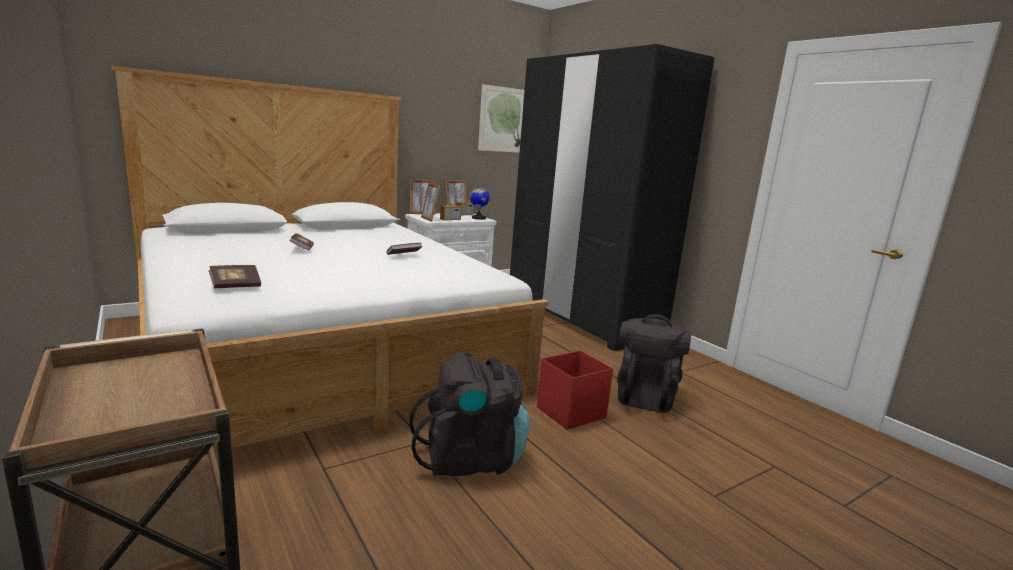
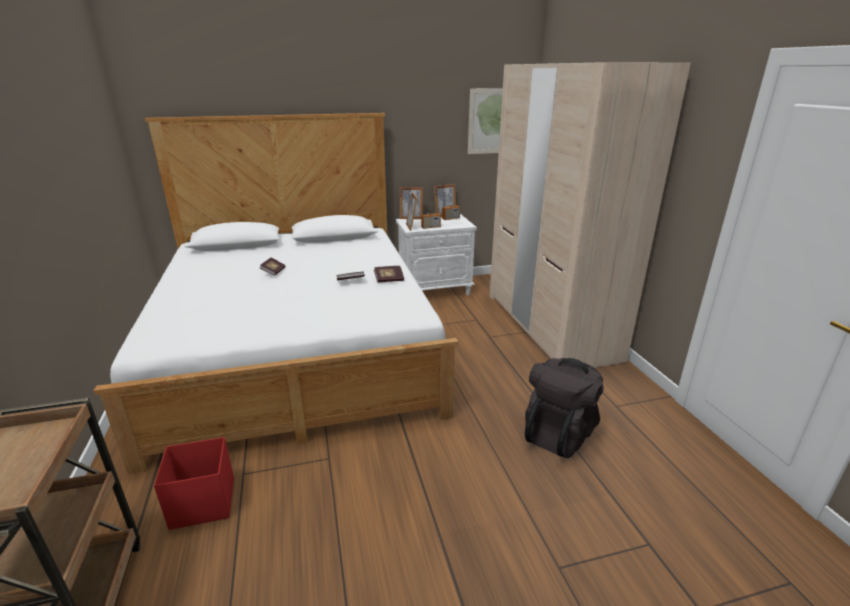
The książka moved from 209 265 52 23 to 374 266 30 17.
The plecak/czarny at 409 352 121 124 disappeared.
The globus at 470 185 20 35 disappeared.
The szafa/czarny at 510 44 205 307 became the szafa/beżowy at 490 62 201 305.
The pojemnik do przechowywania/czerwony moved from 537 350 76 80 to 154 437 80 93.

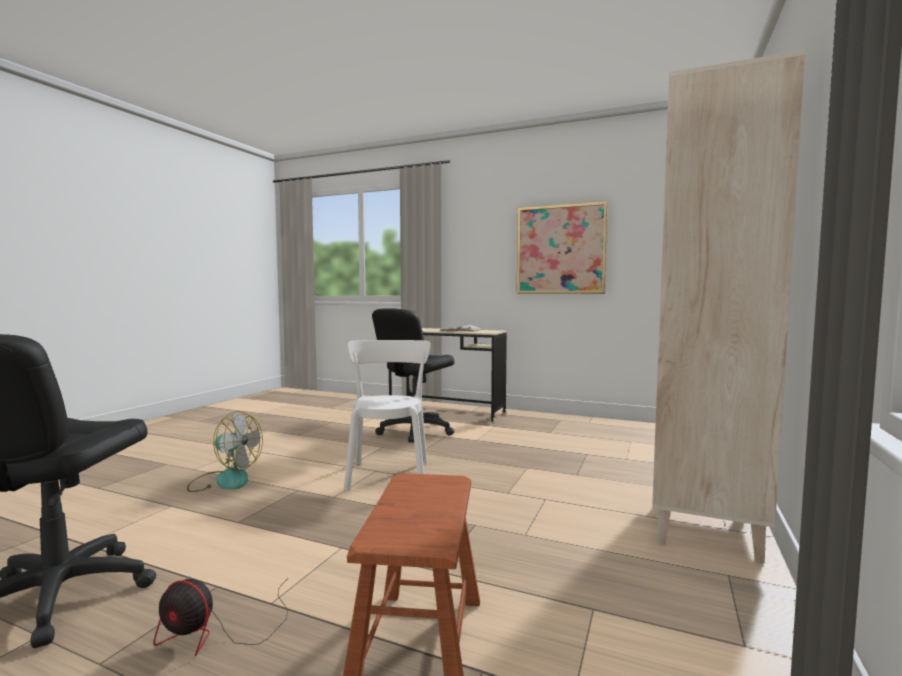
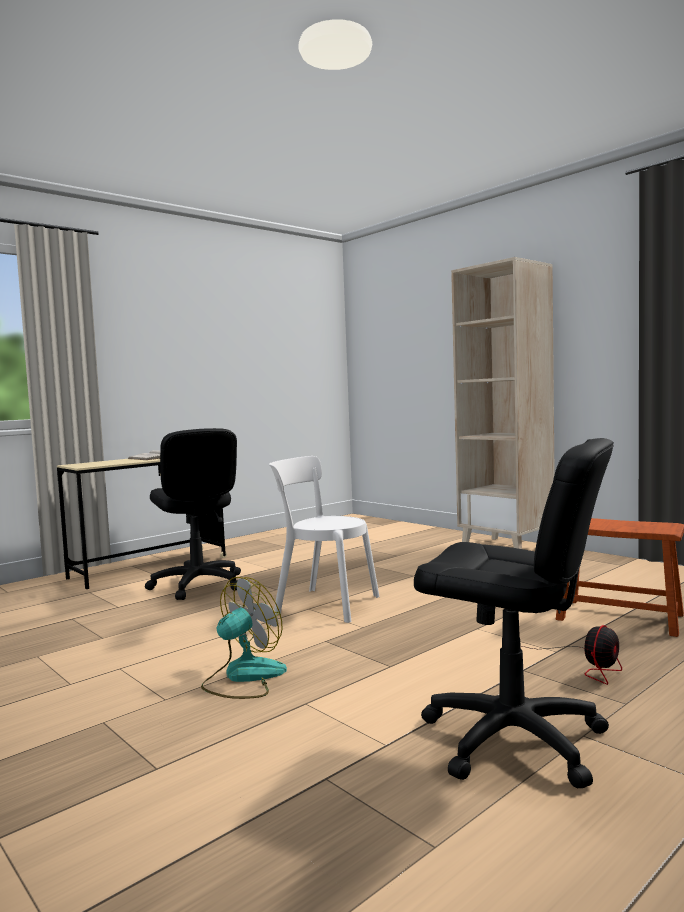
The obraz at 517 201 91 93 disappeared.

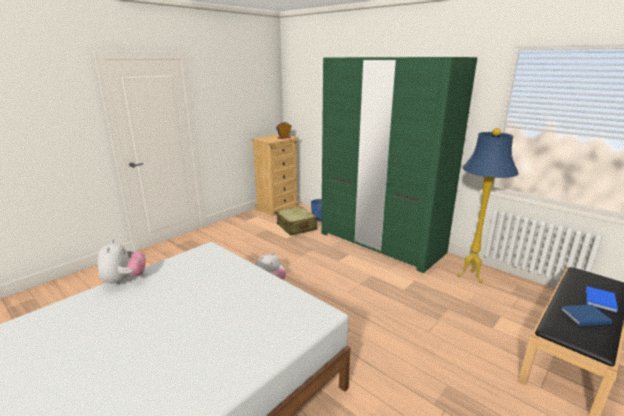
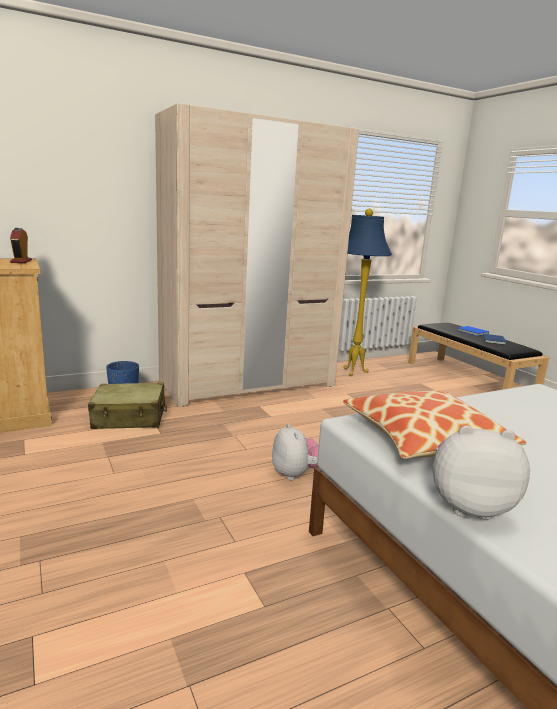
The szafa/zielony at 321 57 156 216 became the szafa/beżowy at 155 103 204 303.
The poduszka at 343 390 183 69 appeared.

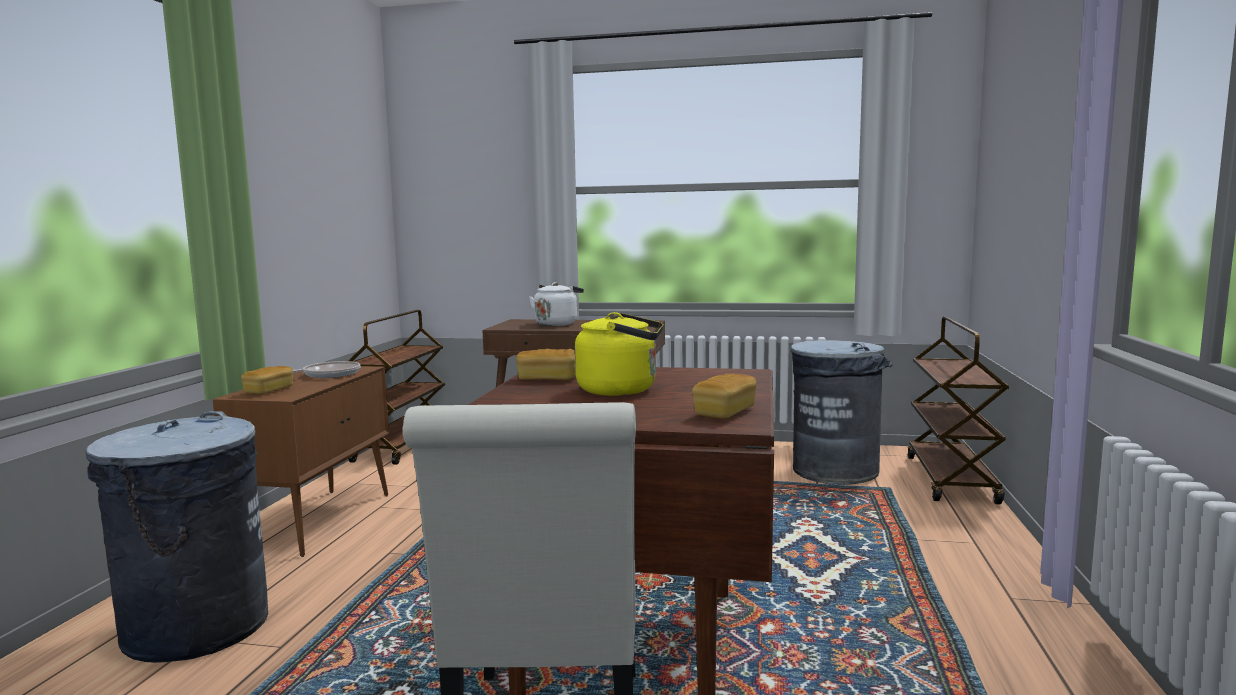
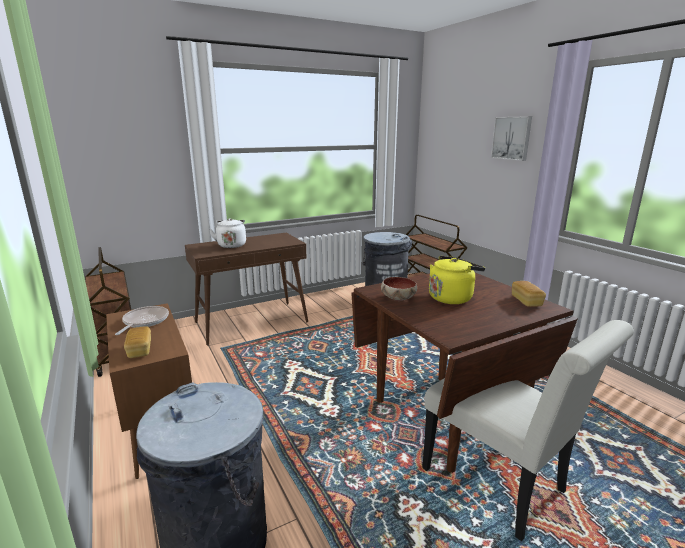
The chleb at 516 349 60 31 was replaced by the miska at 381 277 36 24.
The obraz at 491 116 41 45 appeared.

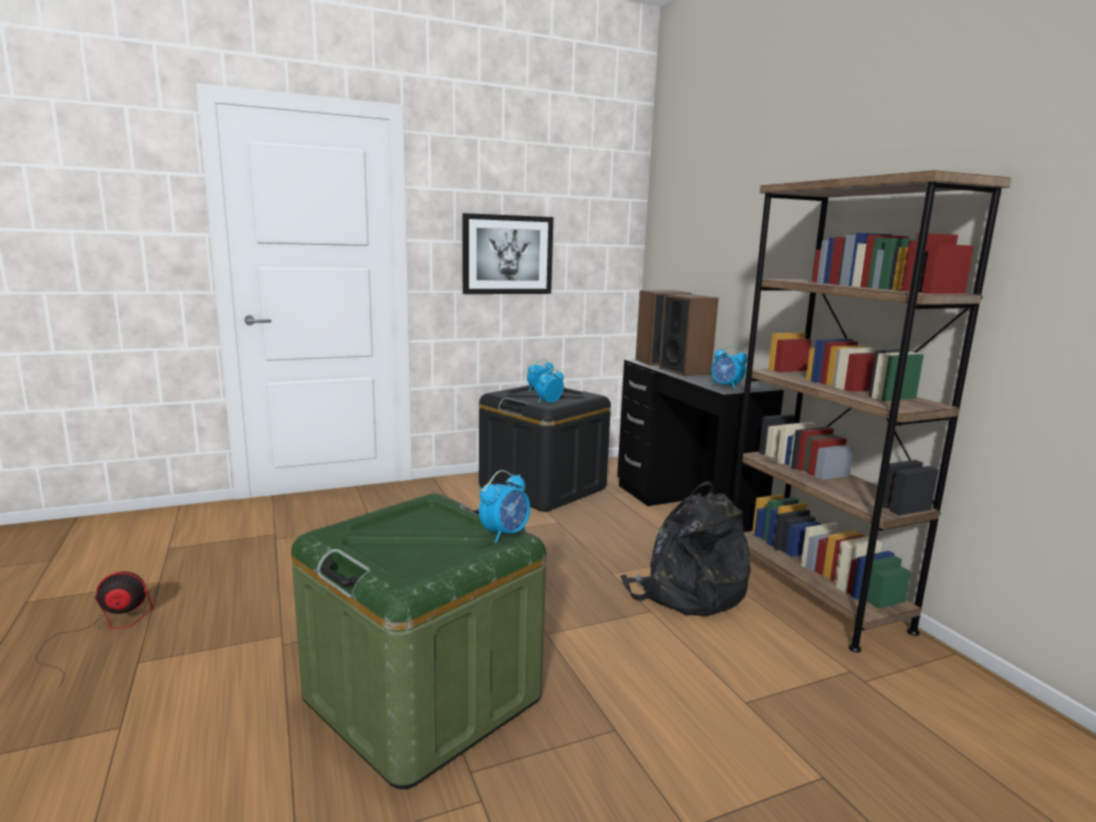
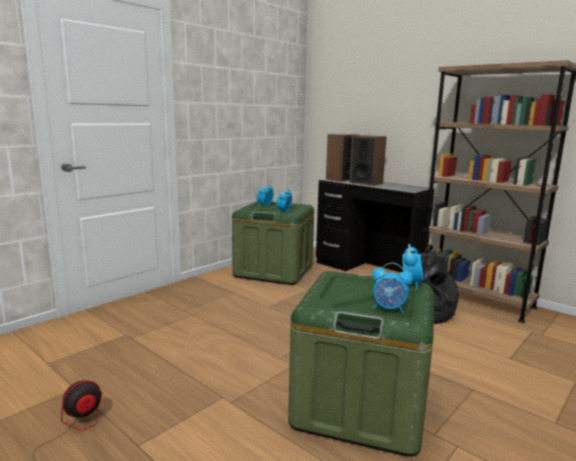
The obraz at 462 213 92 81 disappeared.
The pojemnik do przechowywania/czarny at 479 385 132 127 became the pojemnik do przechowywania/zielony at 232 201 82 84.
The budzik moved from 711 345 37 44 to 372 263 41 51.

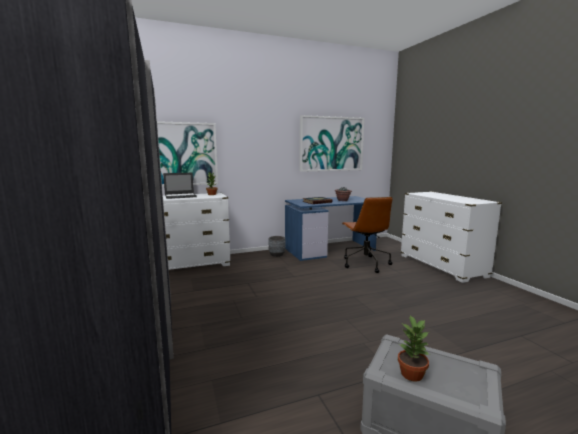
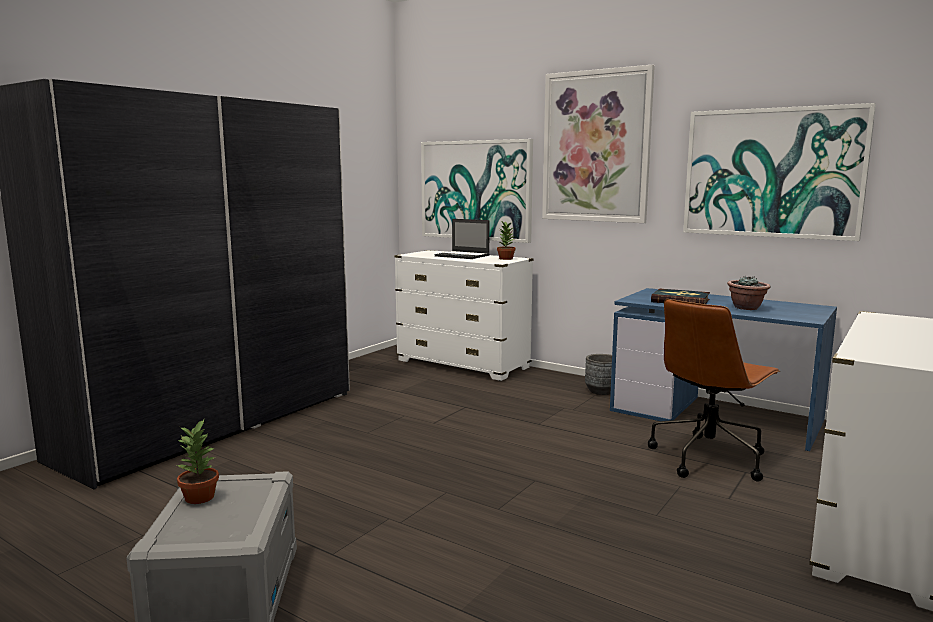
The obraz at 542 65 113 158 appeared.

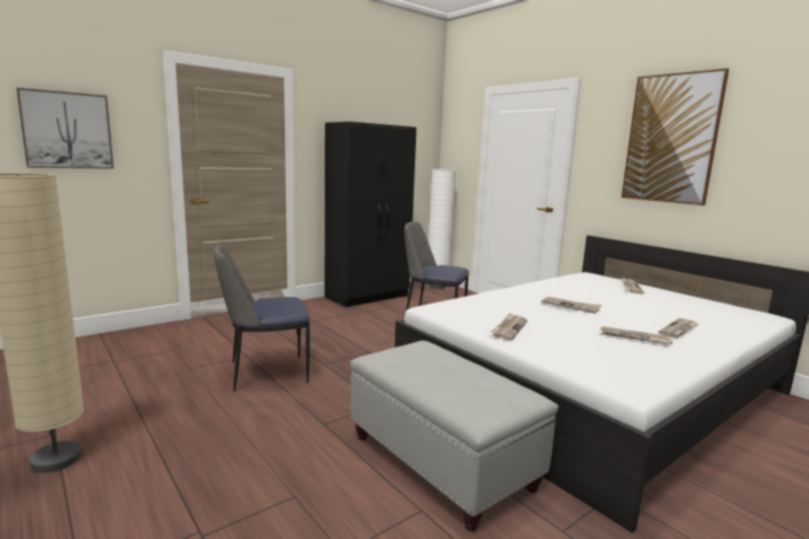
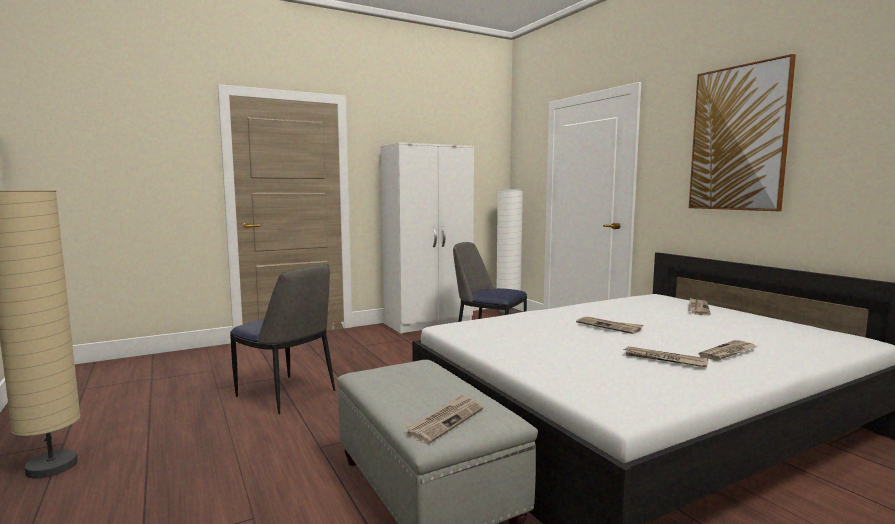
The obraz at 16 87 98 82 disappeared.
The krzesło at 213 244 97 148 turned 135 degrees counterclockwise.
The szafa/czarny at 325 121 92 186 became the szafa/biały at 380 142 94 192.
The gazeta moved from 490 313 38 27 to 404 394 79 50.

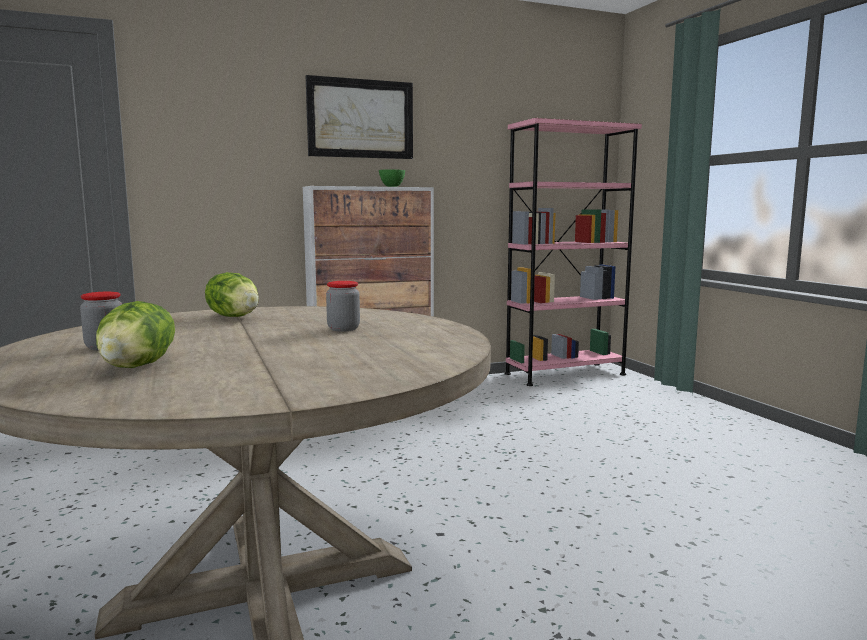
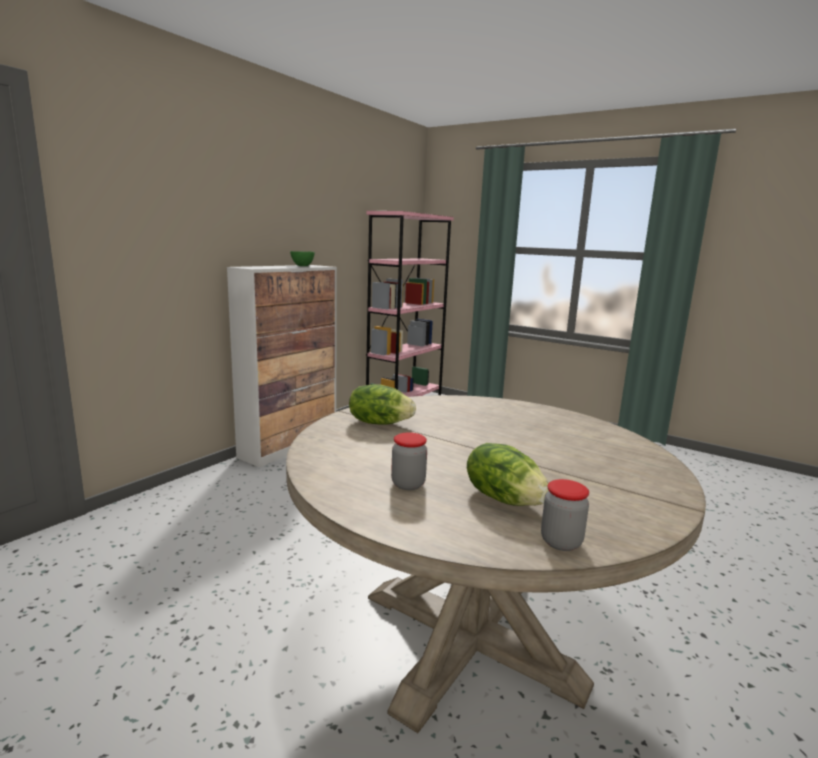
The obraz at 306 75 107 84 disappeared.
The słoik moved from 326 281 34 51 to 541 479 48 72.

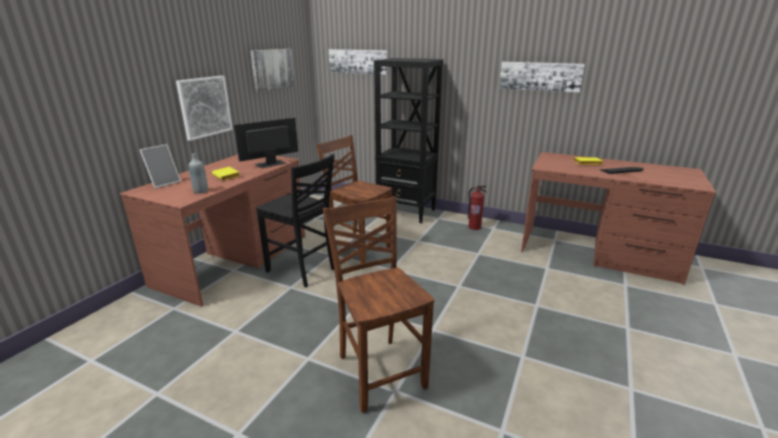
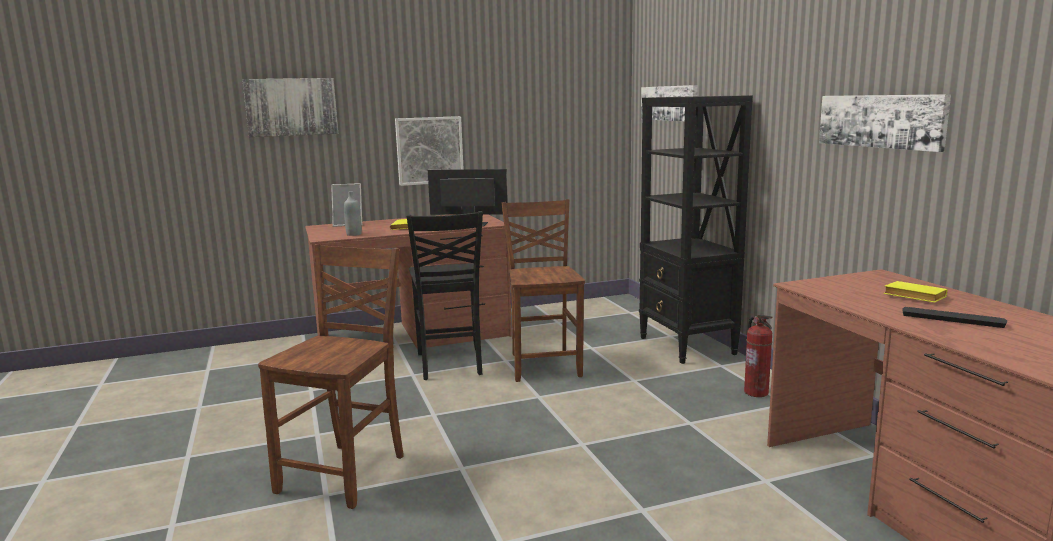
The obraz moved from 250 49 45 43 to 242 78 96 59.

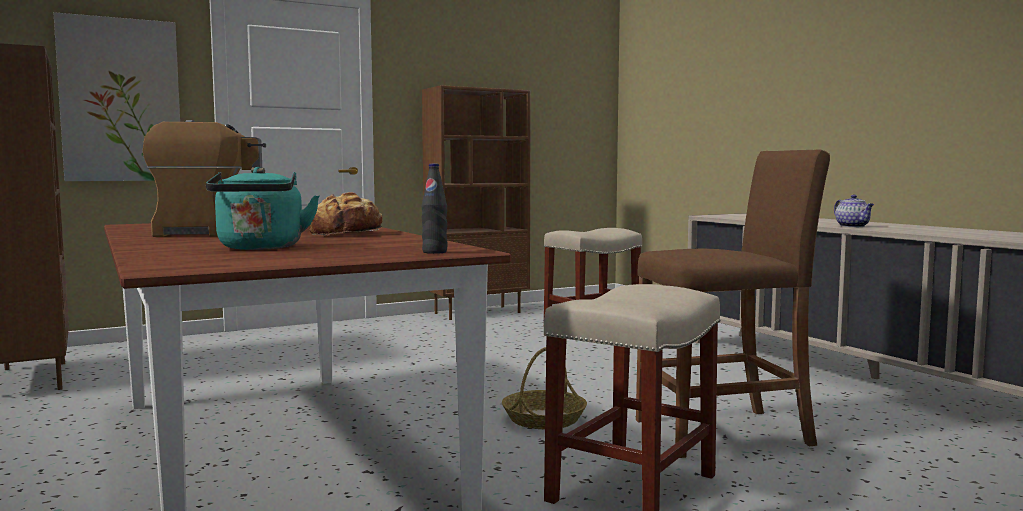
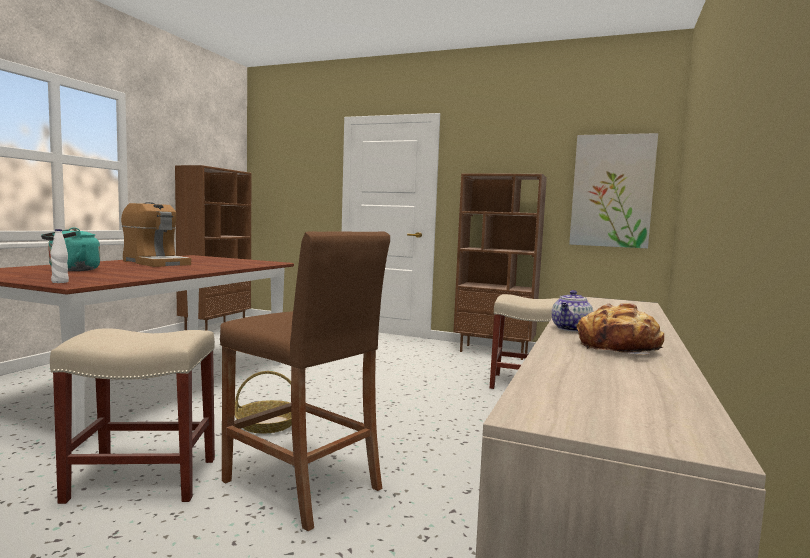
The obraz moved from 53 12 127 169 to 569 133 89 116.
The chleb moved from 308 192 75 44 to 576 303 88 52.
The butelka/czarny at 421 163 27 91 became the butelka/biały at 50 229 19 54.

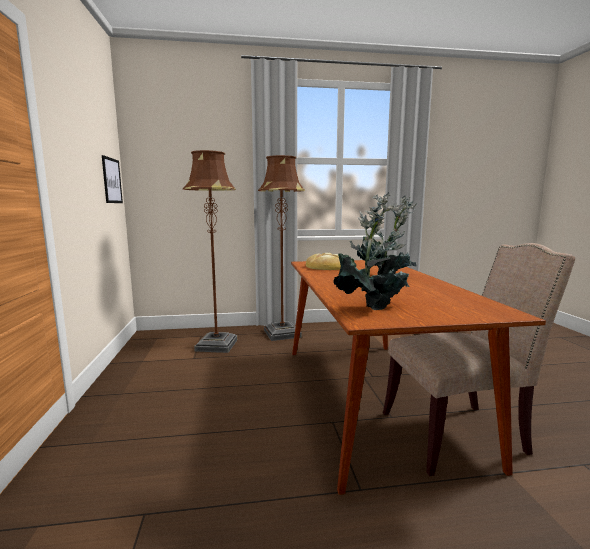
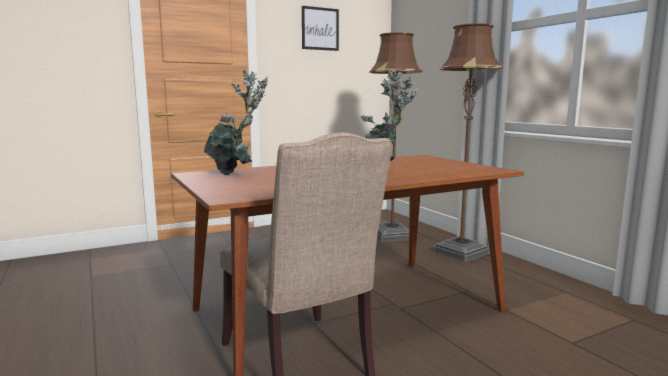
The obraz moved from 102 155 21 48 to 302 6 37 45.
The chleb at 306 253 35 17 disappeared.

